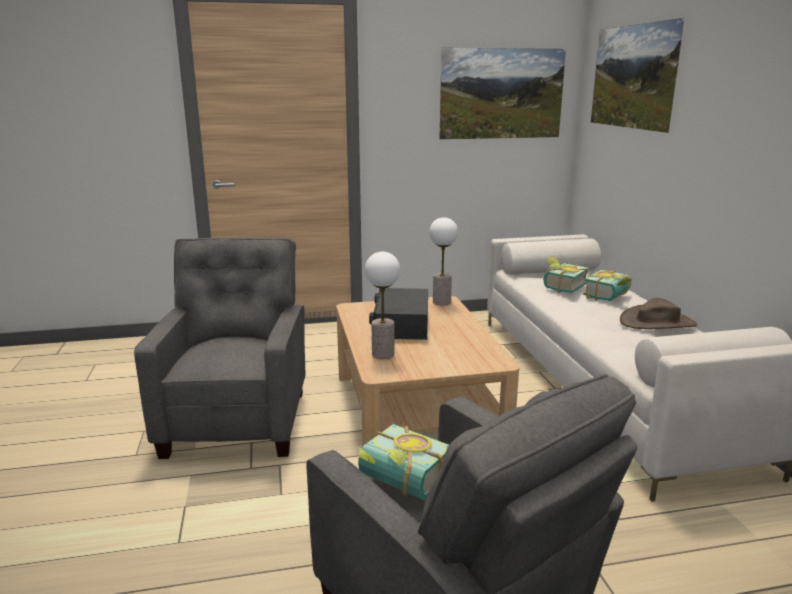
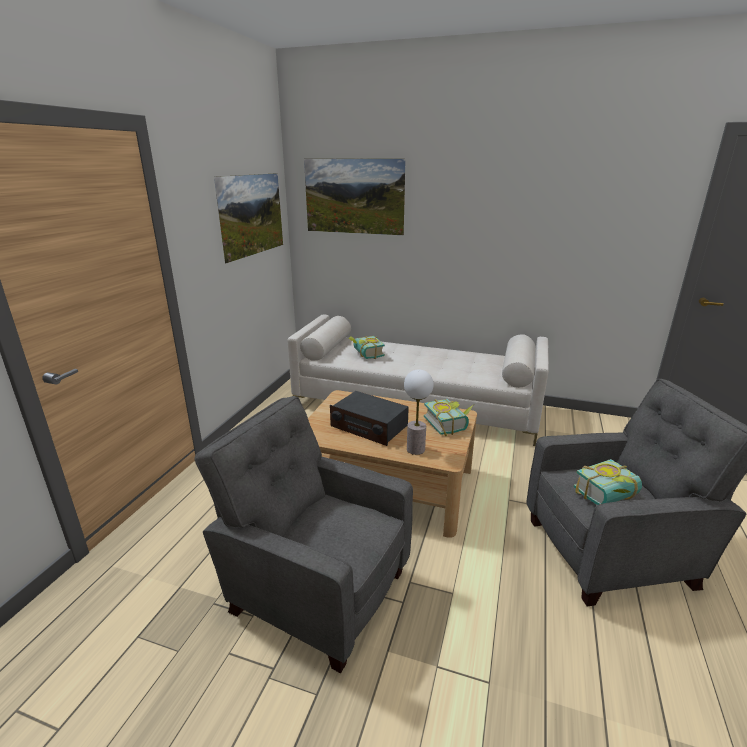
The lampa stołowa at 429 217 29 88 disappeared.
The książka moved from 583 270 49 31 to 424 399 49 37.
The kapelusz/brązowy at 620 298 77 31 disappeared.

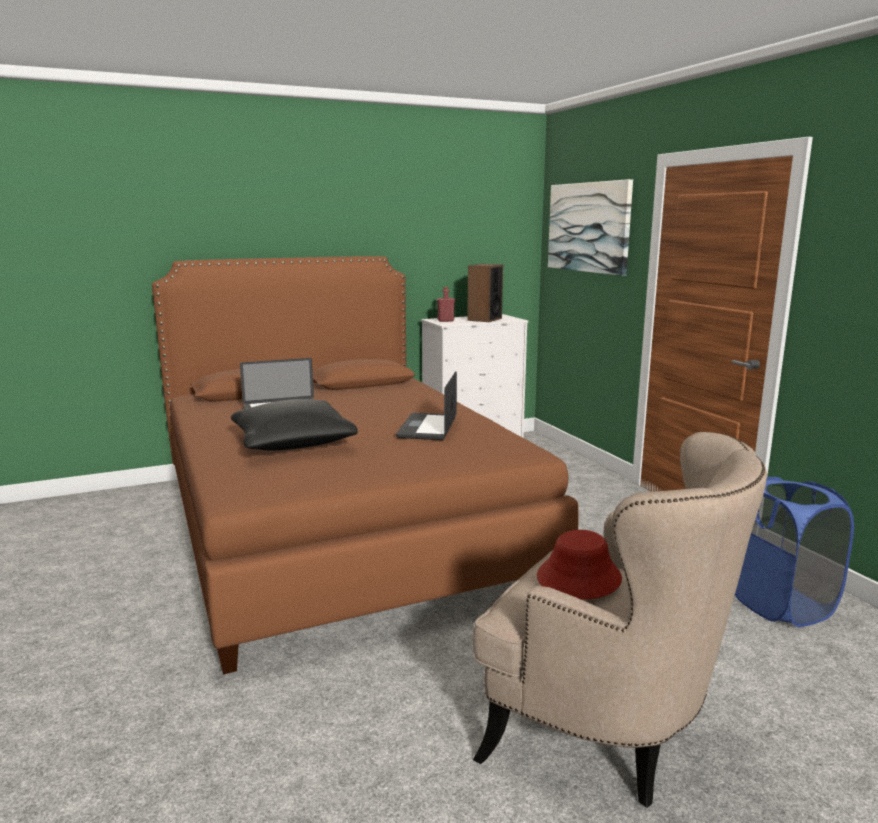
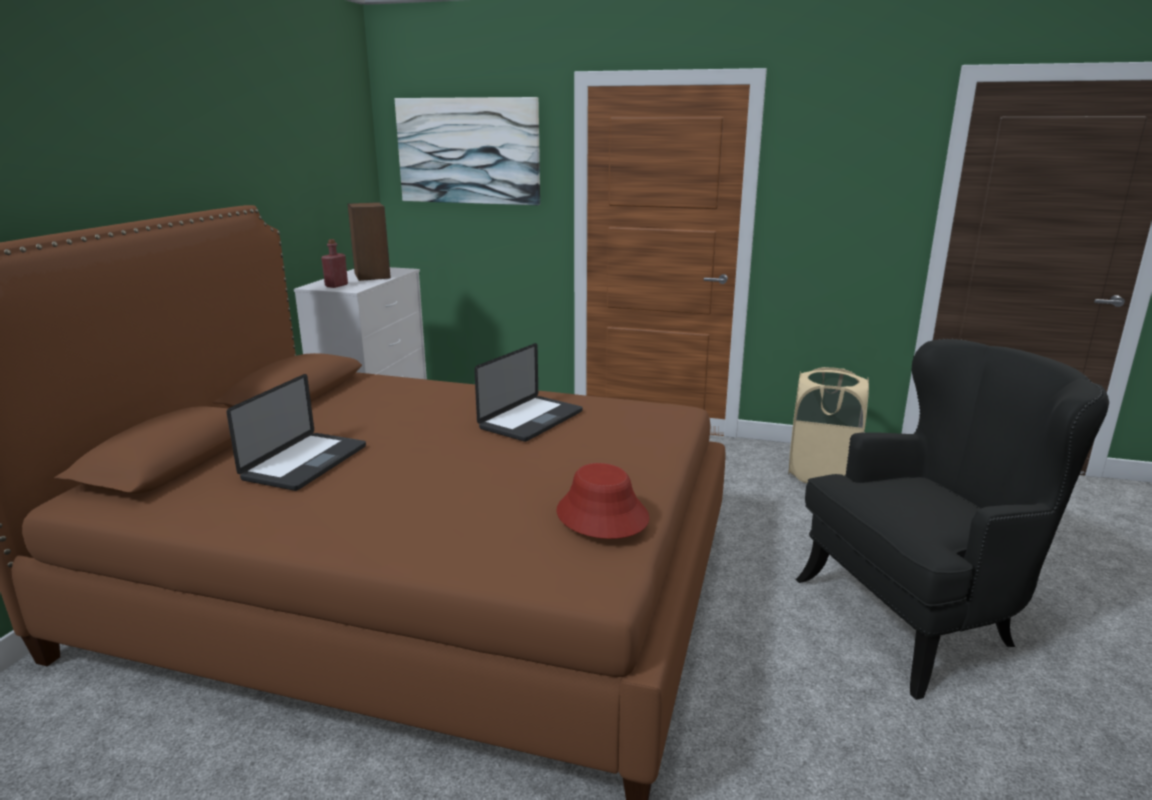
The poduszka/czarny at 231 399 127 52 disappeared.
The laptop at 396 371 61 69 turned 105 degrees counterclockwise.
The fotel/beżowy at 473 432 294 376 became the fotel/czarny at 796 339 313 361.
The kapelusz/czerwony moved from 537 530 85 70 to 556 463 93 76.
The kosz na pranie/niebieski at 735 477 119 150 became the kosz na pranie/beżowy at 788 367 81 116.

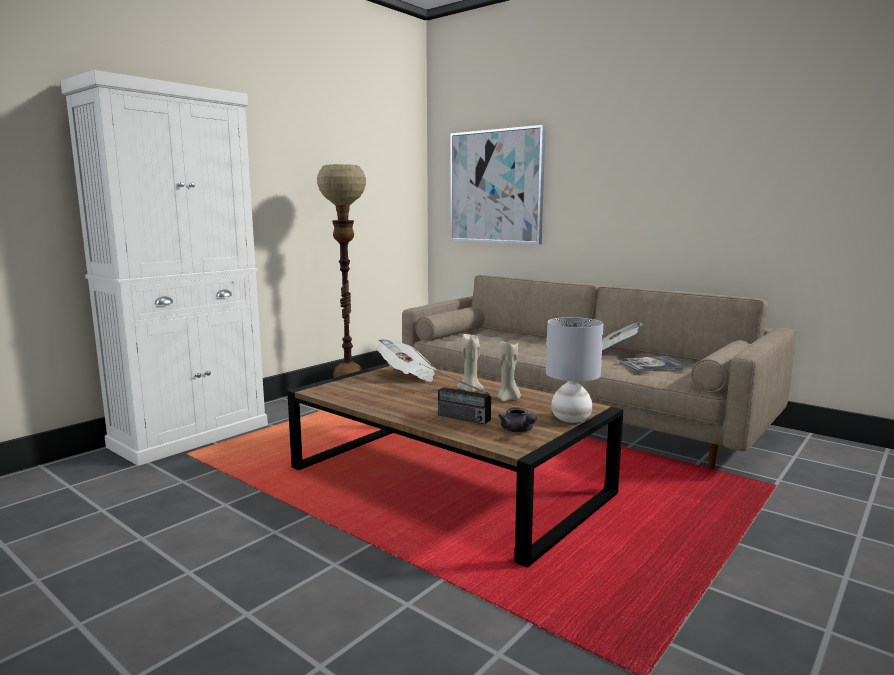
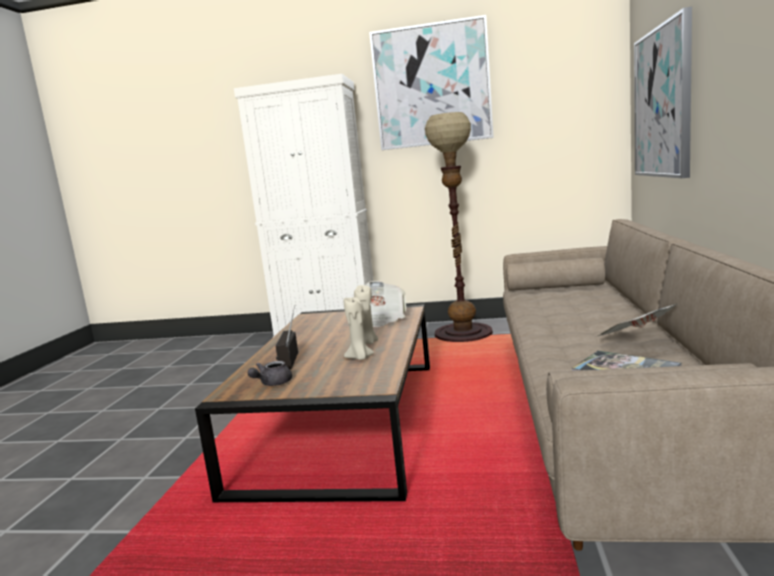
The lampa stołowa/szary at 546 317 57 106 disappeared.
The obraz at 369 15 125 135 appeared.

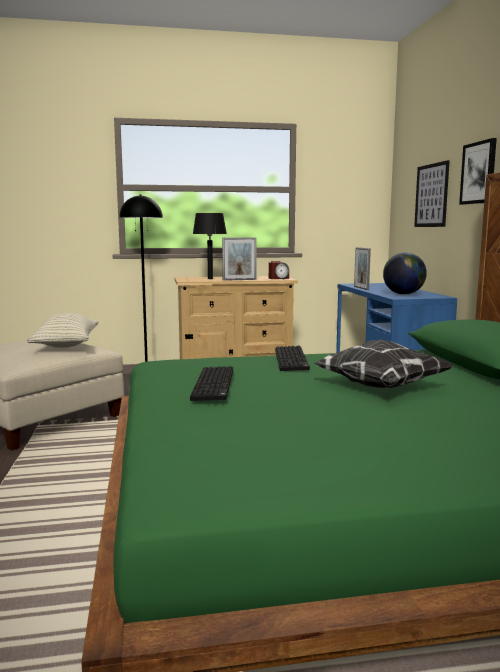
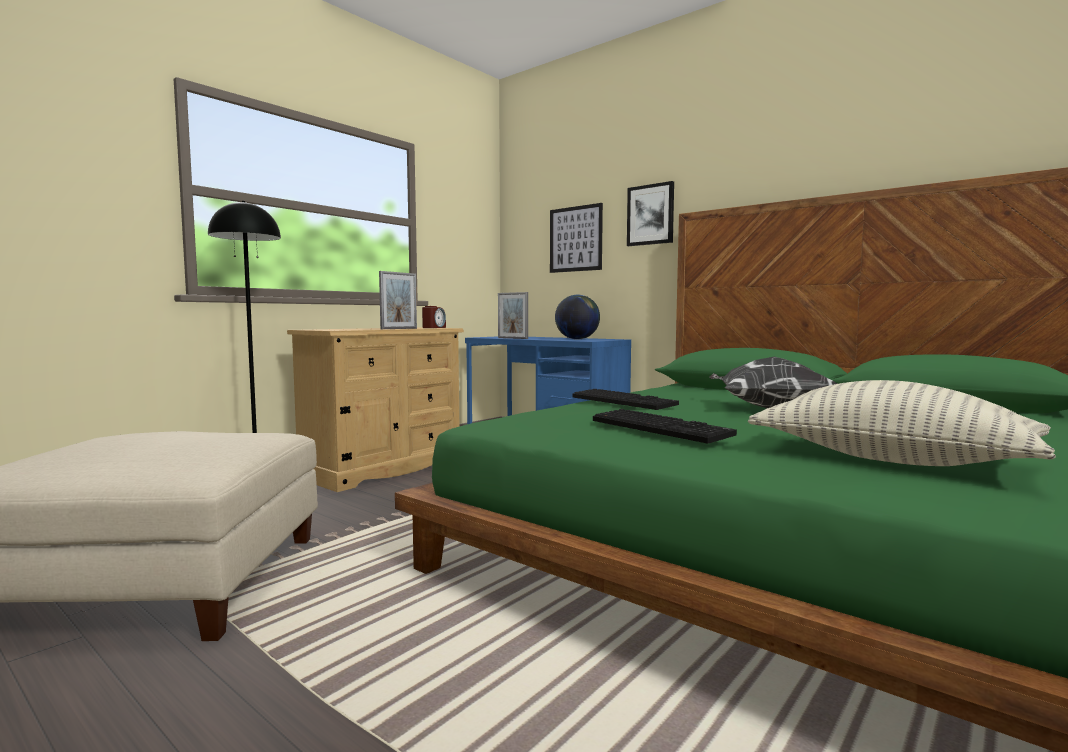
The poduszka moved from 27 313 72 35 to 748 380 308 86.
The lampa stołowa/czarny at 193 213 34 66 disappeared.

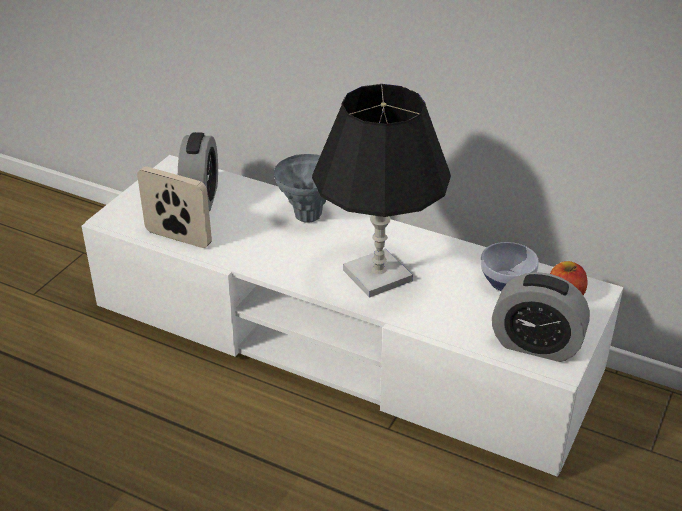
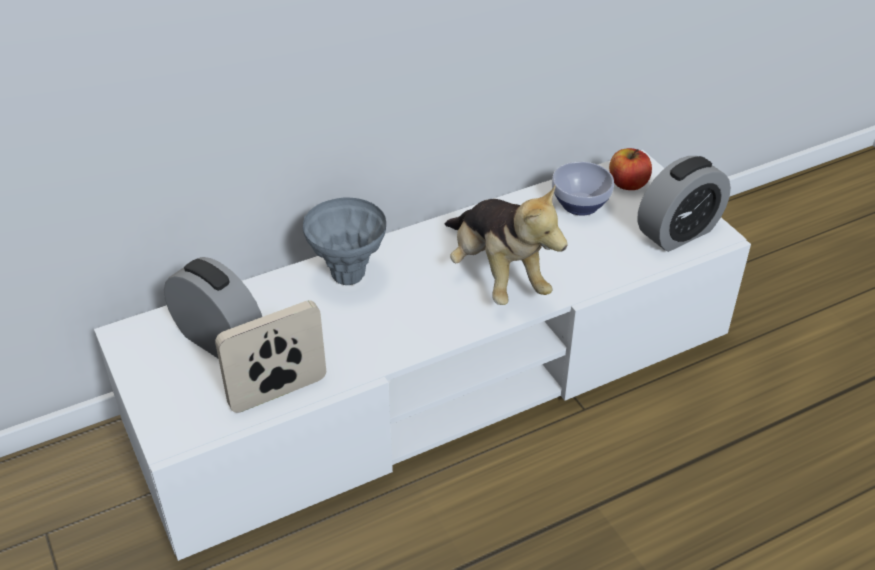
The lampa stołowa/czarny at 312 84 139 214 was replaced by the pluszak at 445 185 123 120.

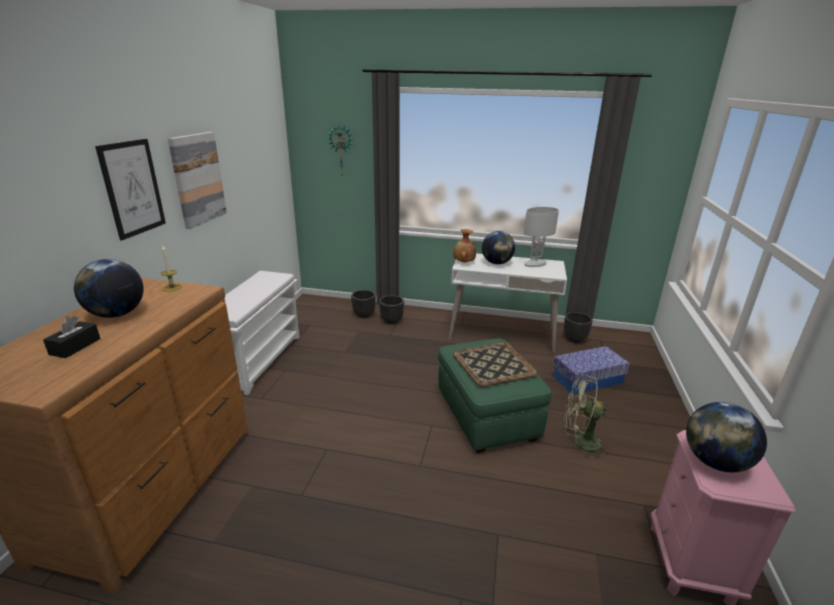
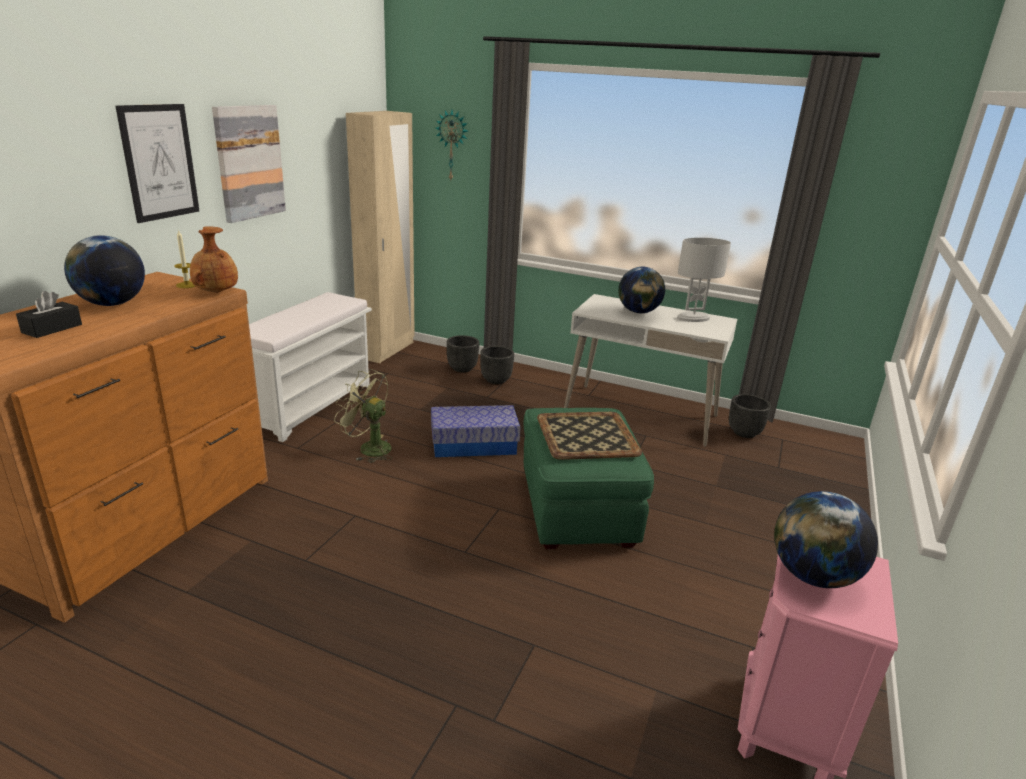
The wazon/brązowy moved from 453 229 23 34 to 190 226 48 67.
The pojemnik do przechowywania moved from 553 346 77 48 to 431 405 90 52.
The wentylator/zielony moved from 564 374 46 85 to 334 369 58 94.
The szafa/beżowy at 346 111 69 252 appeared.

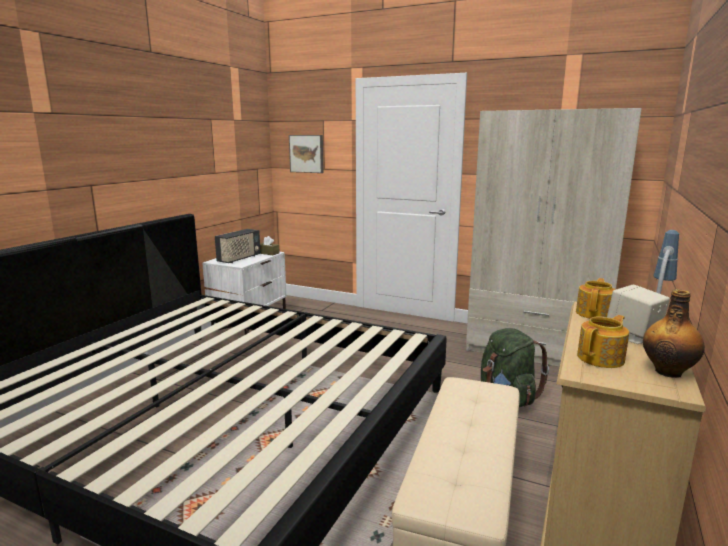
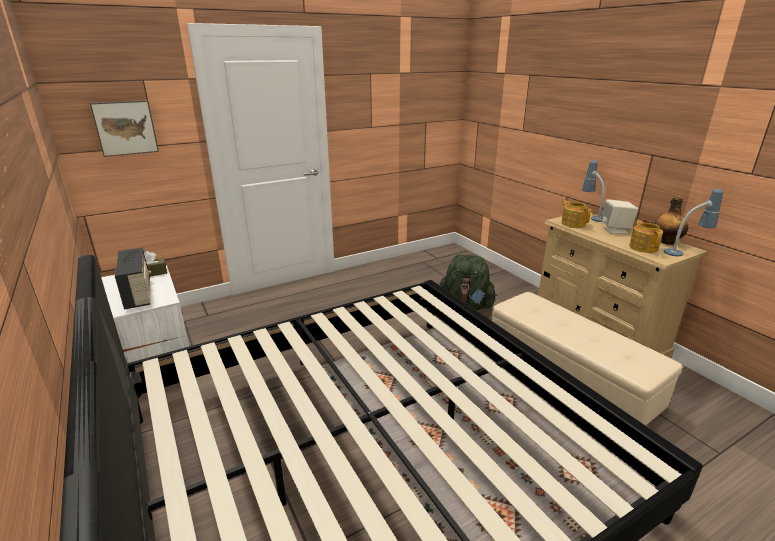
The szafa/beżowy at 466 108 176 259 disappeared.
The lampa stołowa at 664 189 59 67 appeared.

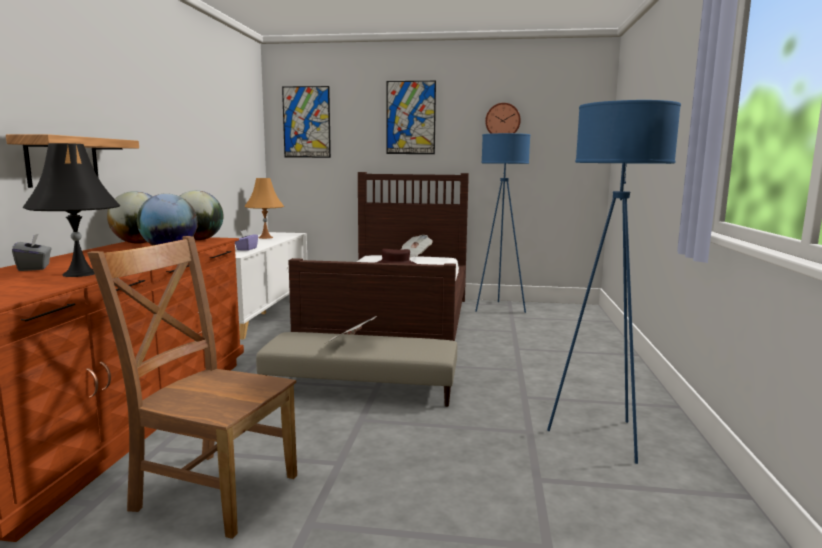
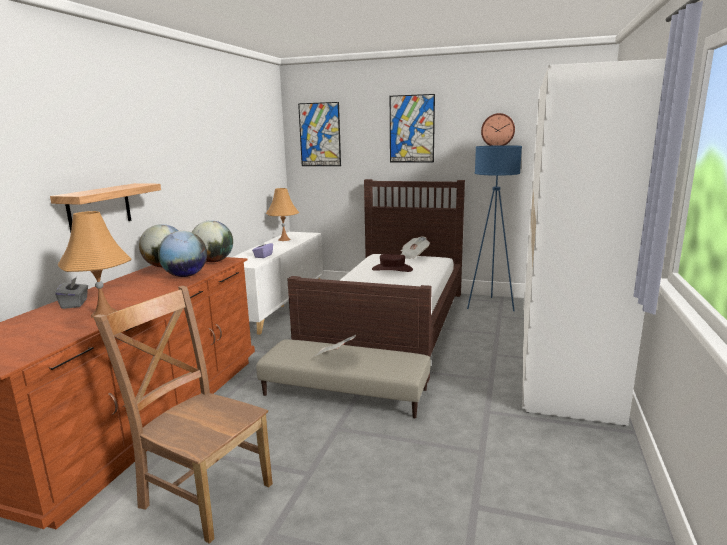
The lampa stołowa/czarny at 23 143 97 134 became the lampa stołowa/pomarańczowy at 58 211 74 107.
The lampa stojąca/niebieski at 547 100 134 364 disappeared.
The szafa/biały at 522 59 144 367 appeared.

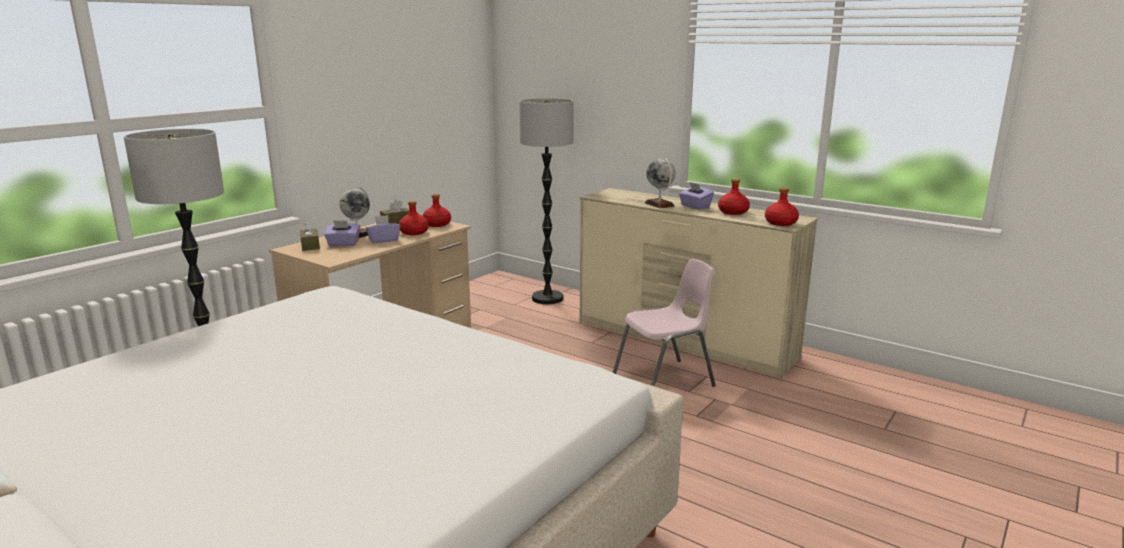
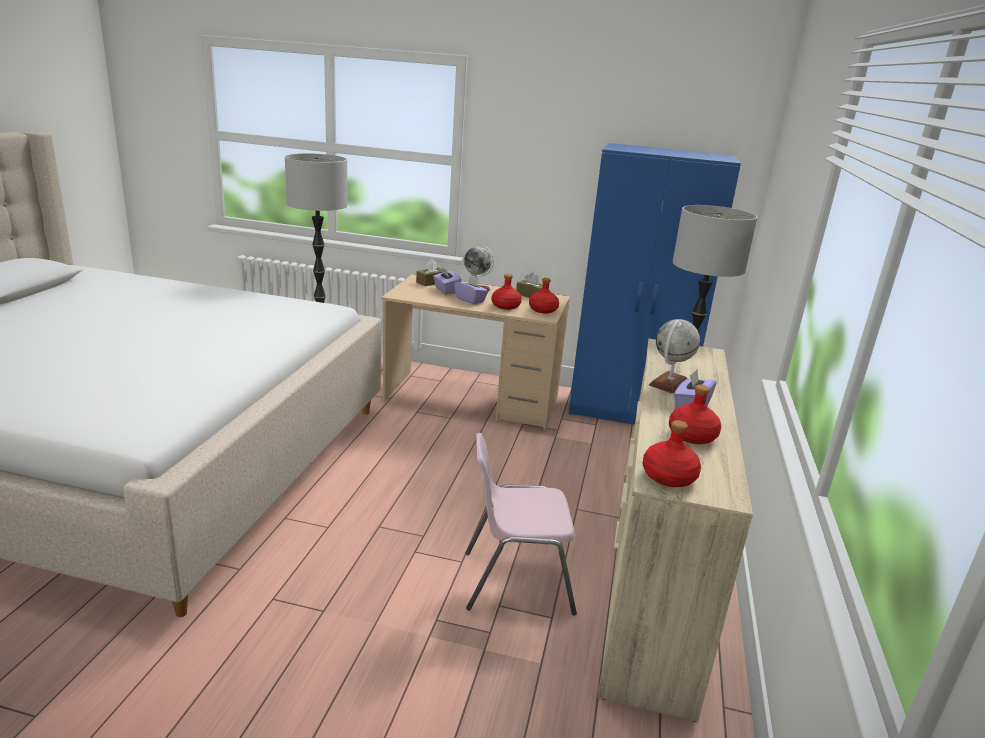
The krzesło/różowy at 613 259 103 128 turned 135 degrees clockwise.
The szafa/niebieski at 568 143 173 282 appeared.

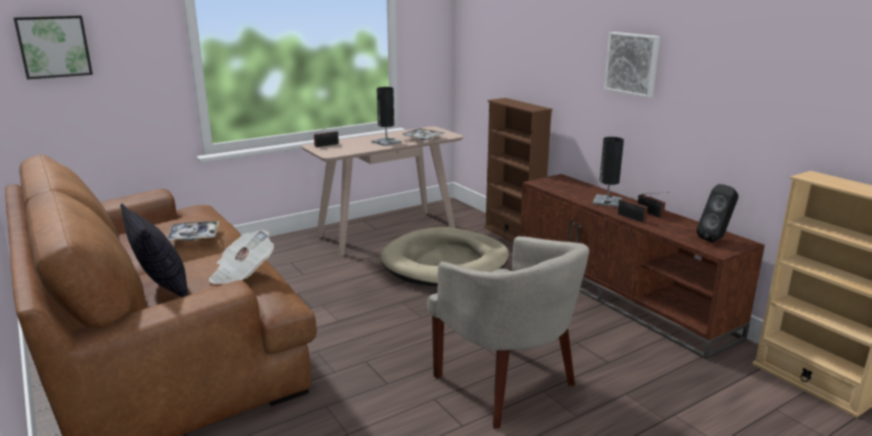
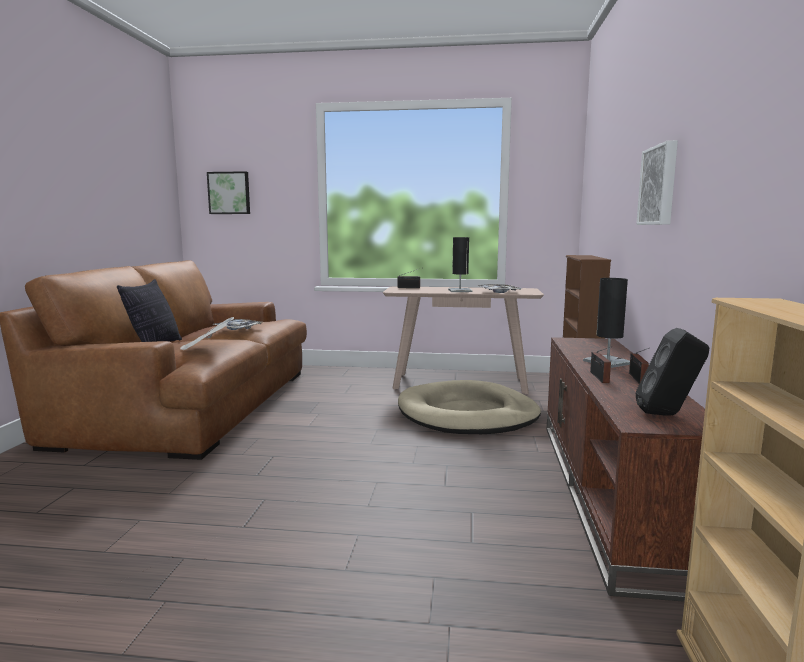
The fotel/beżowy at 427 236 162 193 disappeared.

